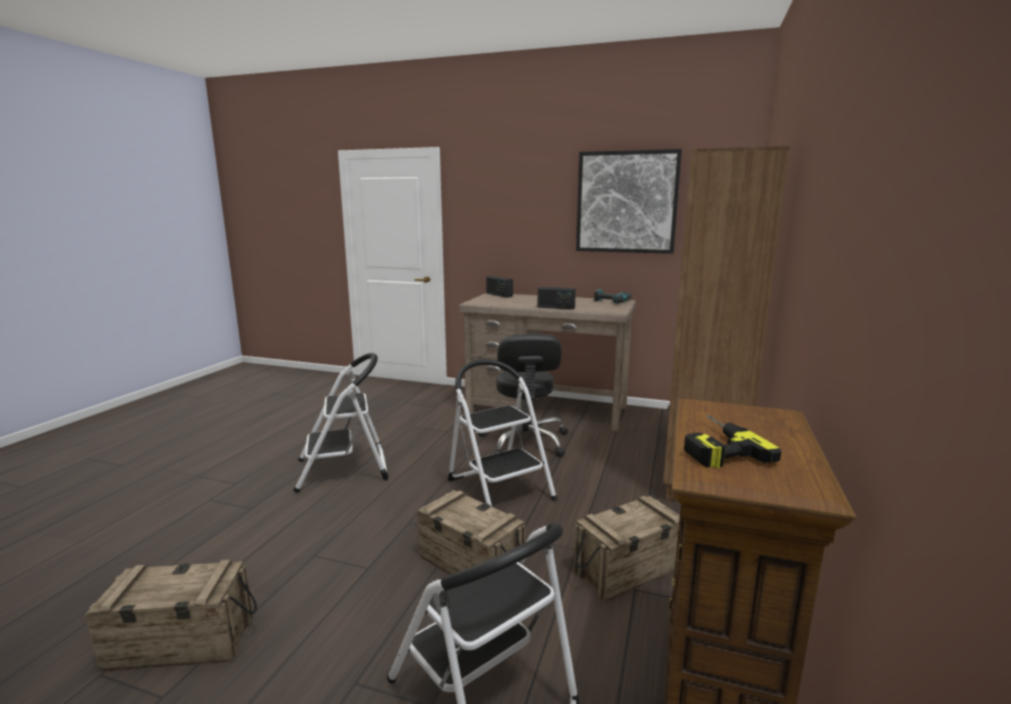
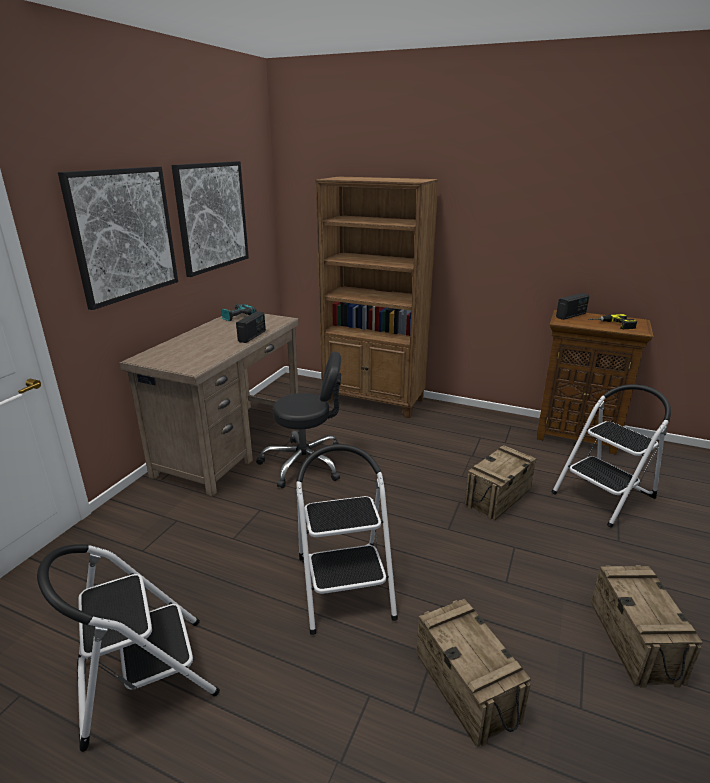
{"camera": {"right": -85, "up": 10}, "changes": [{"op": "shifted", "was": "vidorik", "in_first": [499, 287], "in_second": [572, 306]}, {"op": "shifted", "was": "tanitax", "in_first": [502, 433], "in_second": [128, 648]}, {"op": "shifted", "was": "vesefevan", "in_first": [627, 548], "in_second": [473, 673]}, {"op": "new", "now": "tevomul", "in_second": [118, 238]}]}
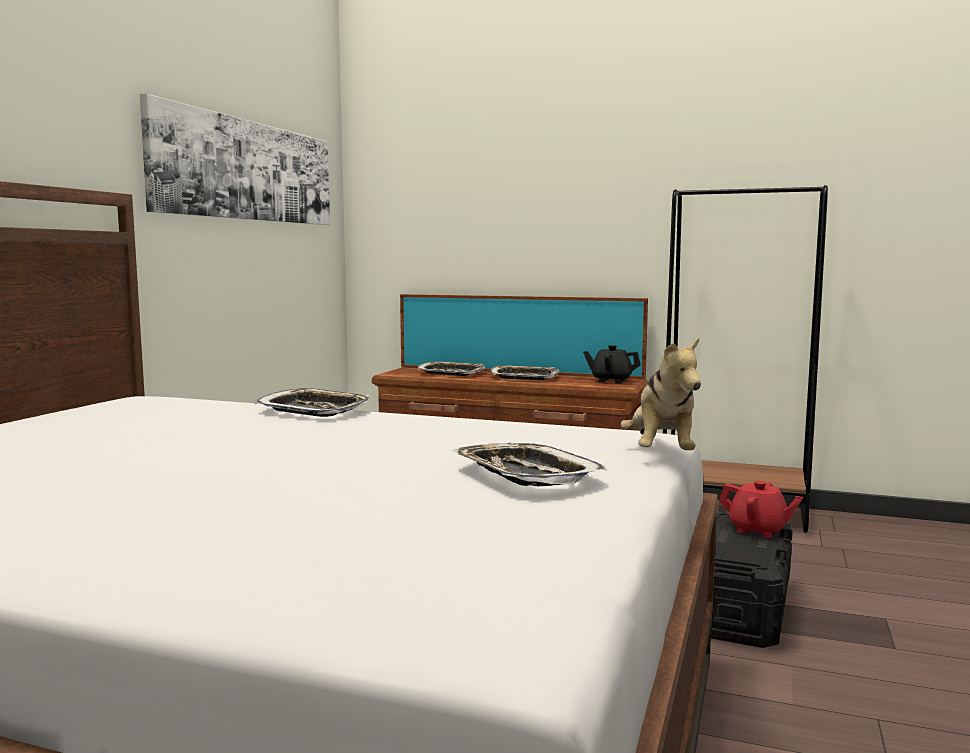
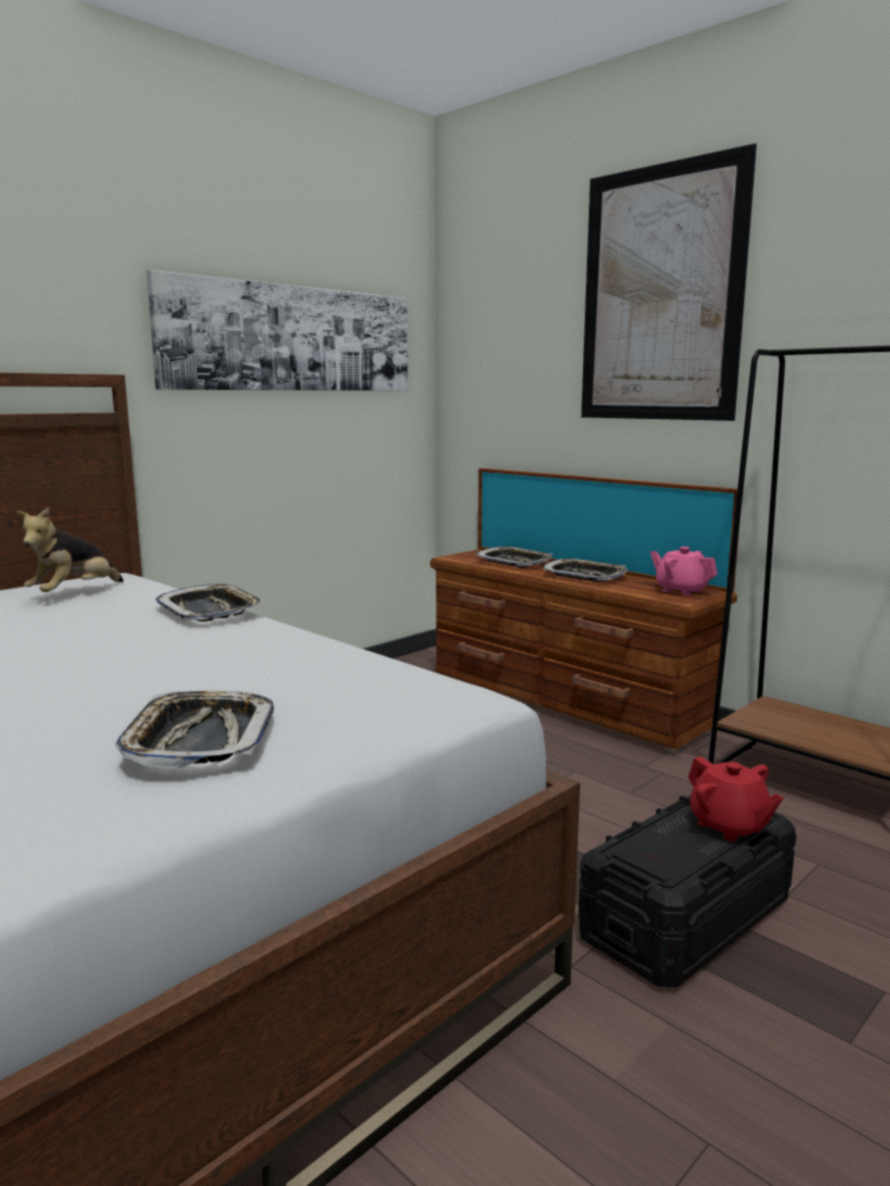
{"camera": {"right": 25, "up": 5}, "changes": [{"op": "shifted", "was": "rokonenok", "in_first": [661, 394], "in_second": [70, 549]}, {"op": "repainted", "was": "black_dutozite", "now": "pink_dutozite", "in_first": [612, 364], "in_second": [683, 571]}, {"op": "new", "now": "tevomul", "in_second": [669, 282]}]}
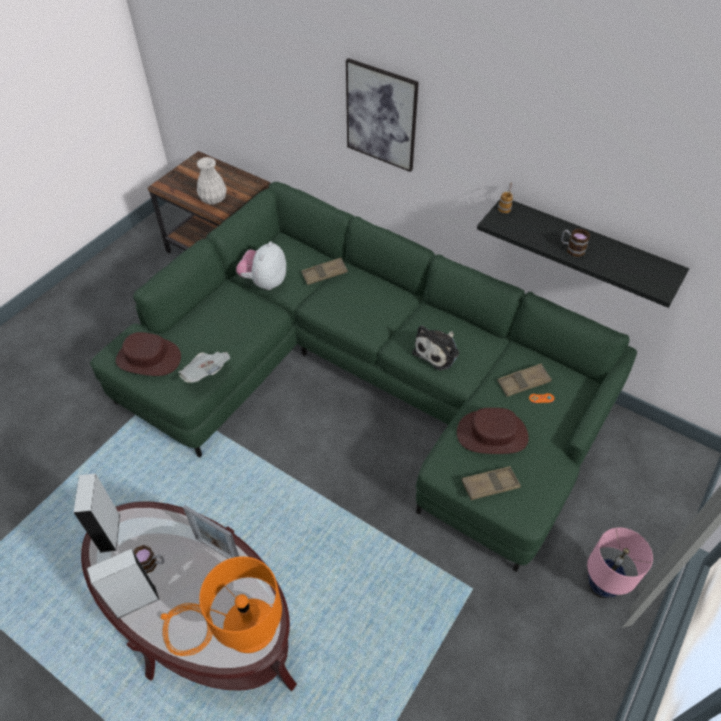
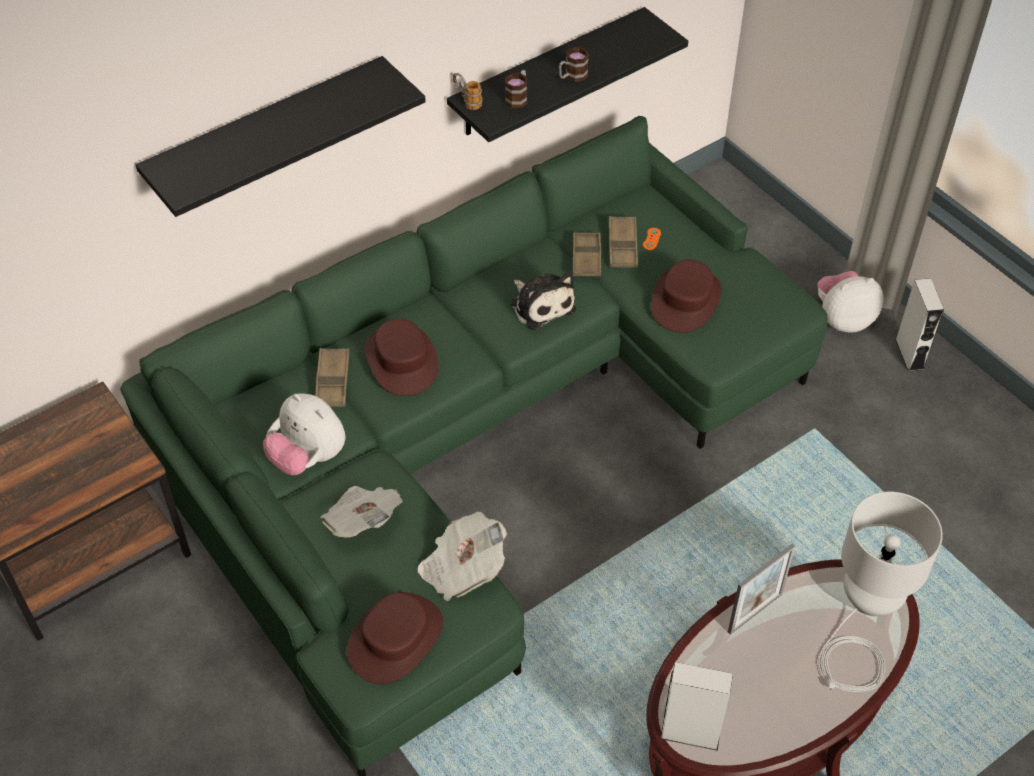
{"camera": {"right": -70, "up": 0}, "changes": [{"op": "swapped", "was": "tevomul", "now": "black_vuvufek", "in_first": [382, 115], "in_second": [280, 136]}, {"op": "gone", "was": "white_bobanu", "in_first": [212, 180]}, {"op": "shifted", "was": "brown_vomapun", "in_first": [491, 483], "in_second": [587, 254]}, {"op": "swapped", "was": "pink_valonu", "now": "rokonenok", "in_first": [620, 562], "in_second": [850, 302]}, {"op": "shifted", "was": "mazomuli", "in_first": [149, 559], "in_second": [516, 89]}, {"op": "shifted", "was": "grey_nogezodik", "in_first": [123, 583], "in_second": [919, 324]}, {"op": "repainted", "was": "orange_valonu", "now": "grey_valonu", "in_first": [221, 606], "in_second": [880, 592]}, {"op": "new", "now": "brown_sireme", "in_second": [401, 357]}, {"op": "new", "now": "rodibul", "in_second": [361, 511]}]}
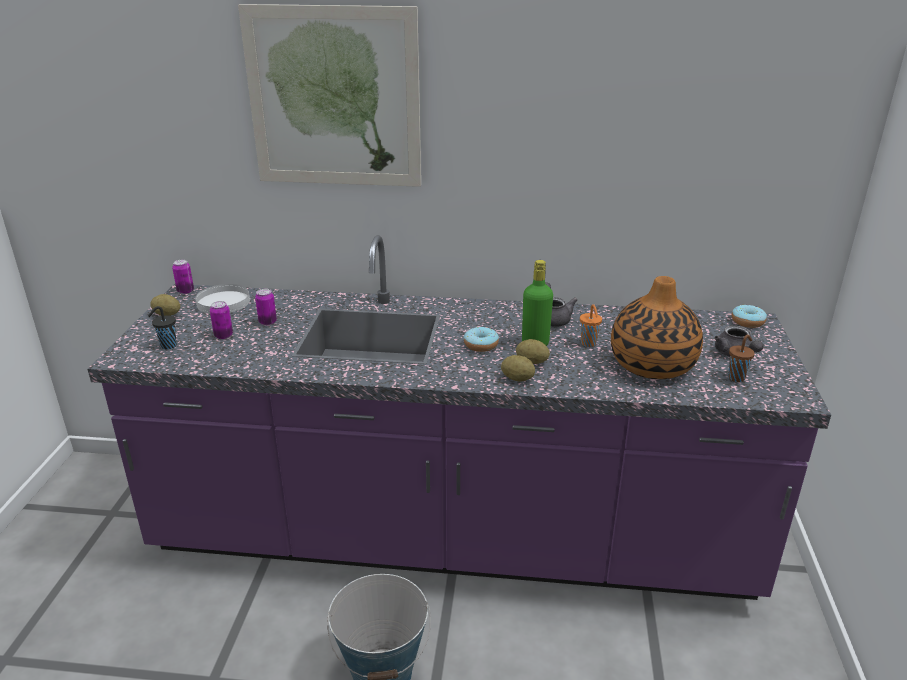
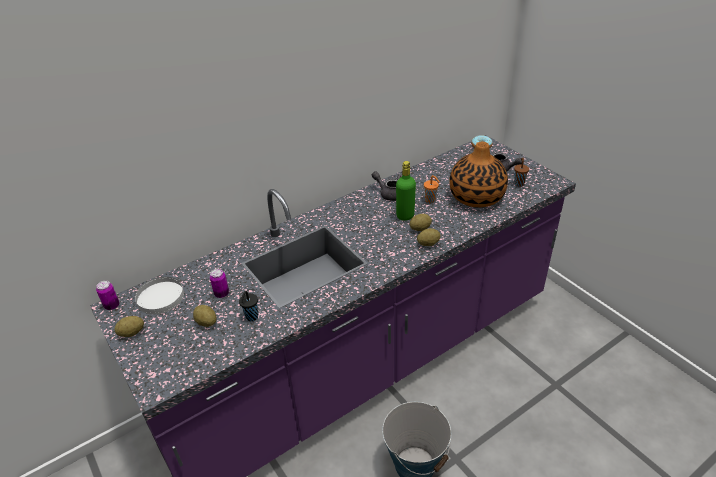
{"camera": {"right": -40, "up": 10}, "changes": [{"op": "gone", "was": "tevomul", "in_first": [329, 95]}, {"op": "swapped", "was": "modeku", "now": "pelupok", "in_first": [221, 320], "in_second": [205, 316]}, {"op": "shifted", "was": "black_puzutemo", "in_first": [162, 328], "in_second": [248, 306]}, {"op": "gone", "was": "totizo", "in_first": [481, 339]}]}
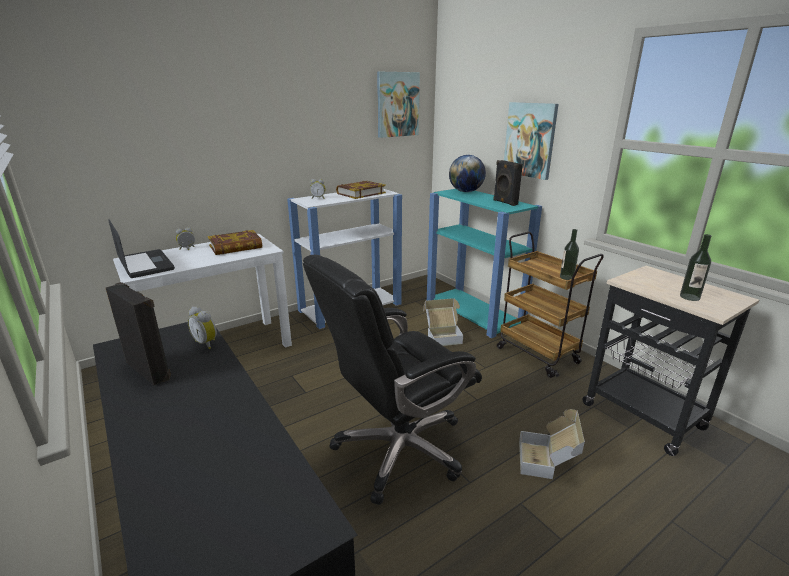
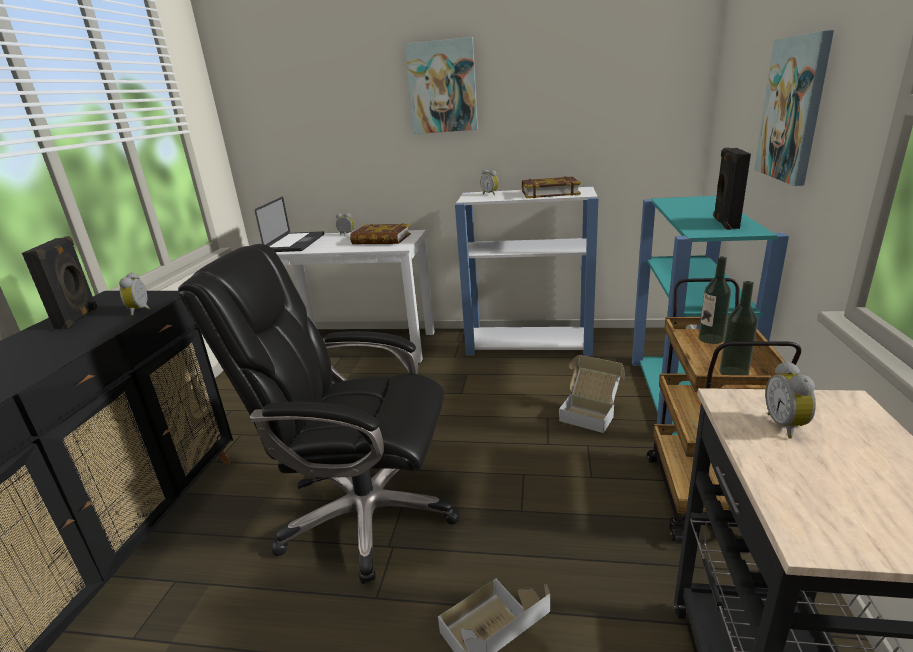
{"camera": {"right": 45, "up": 0}, "changes": [{"op": "shifted", "was": "tevomul", "in_first": [398, 105], "in_second": [441, 85]}, {"op": "gone", "was": "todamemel", "in_first": [467, 173]}, {"op": "shifted", "was": "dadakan", "in_first": [696, 267], "in_second": [715, 300]}, {"op": "new", "now": "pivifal", "in_second": [790, 400]}]}
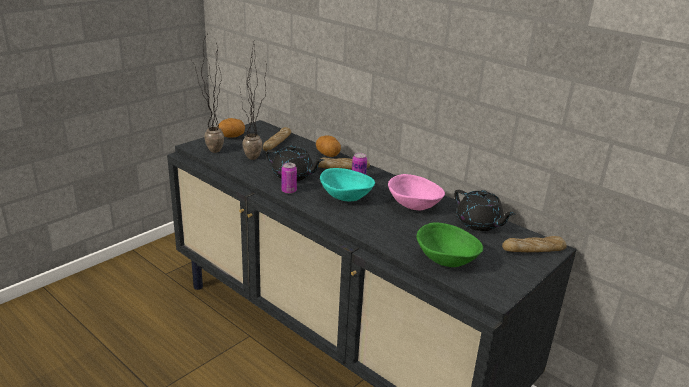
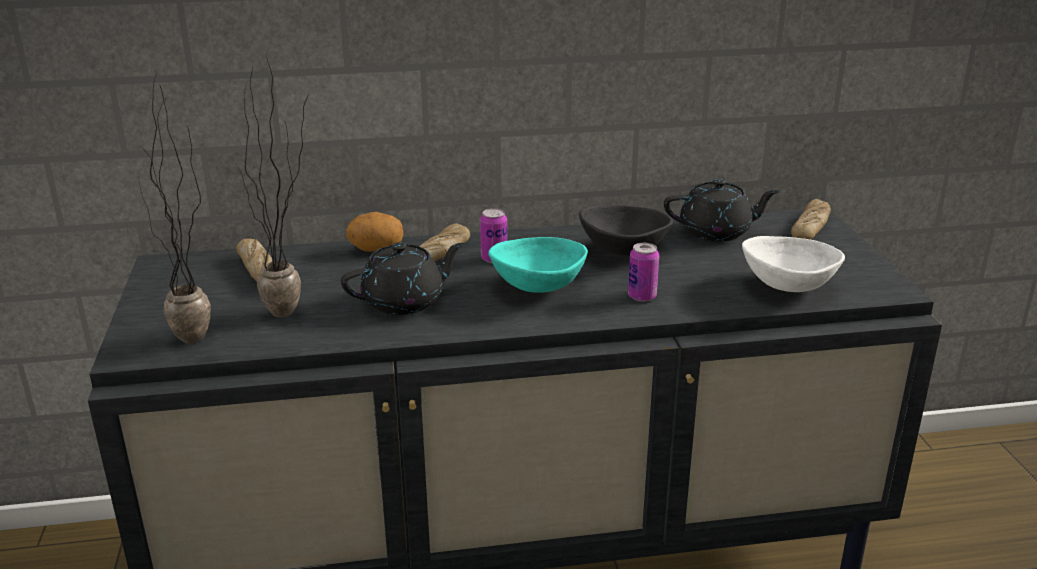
{"camera": {"right": -50, "up": 0}, "changes": [{"op": "gone", "was": "pelupok", "in_first": [231, 128]}, {"op": "shifted", "was": "modeku", "in_first": [289, 178], "in_second": [643, 272]}, {"op": "repainted", "was": "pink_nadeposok", "now": "black_nadeposok", "in_first": [416, 192], "in_second": [626, 230]}, {"op": "repainted", "was": "green_nadeposok", "now": "white_nadeposok", "in_first": [449, 244], "in_second": [793, 264]}]}
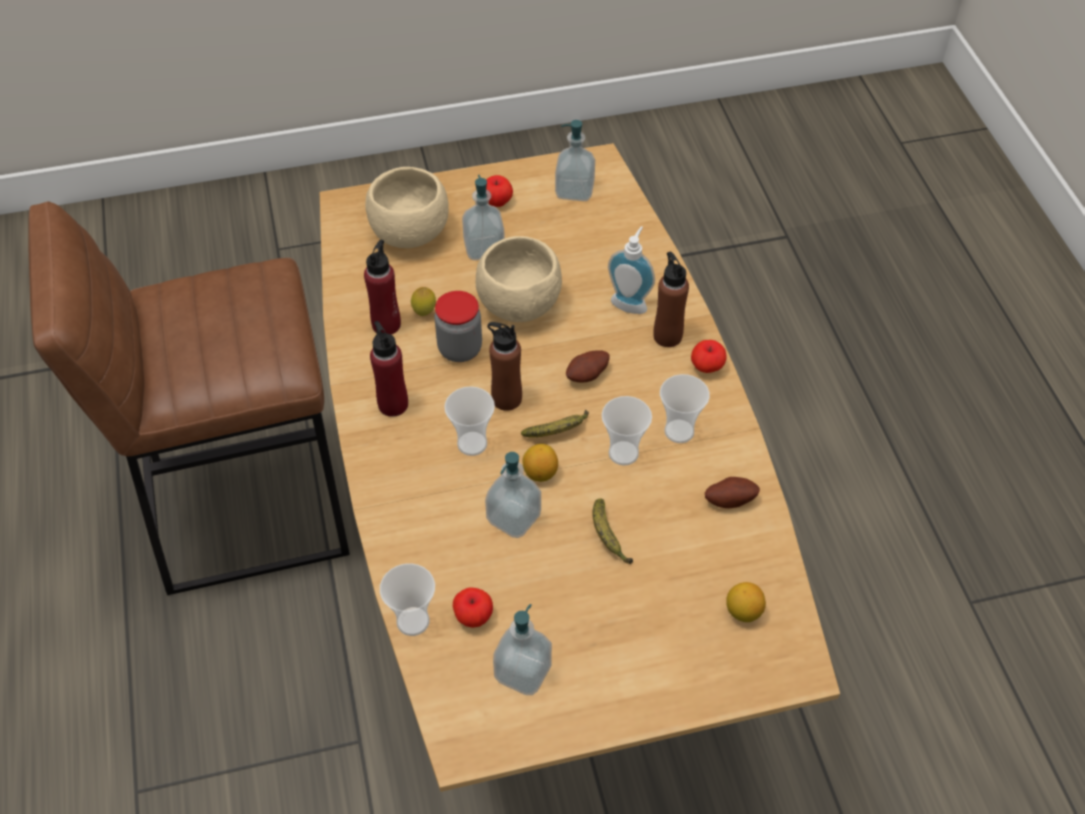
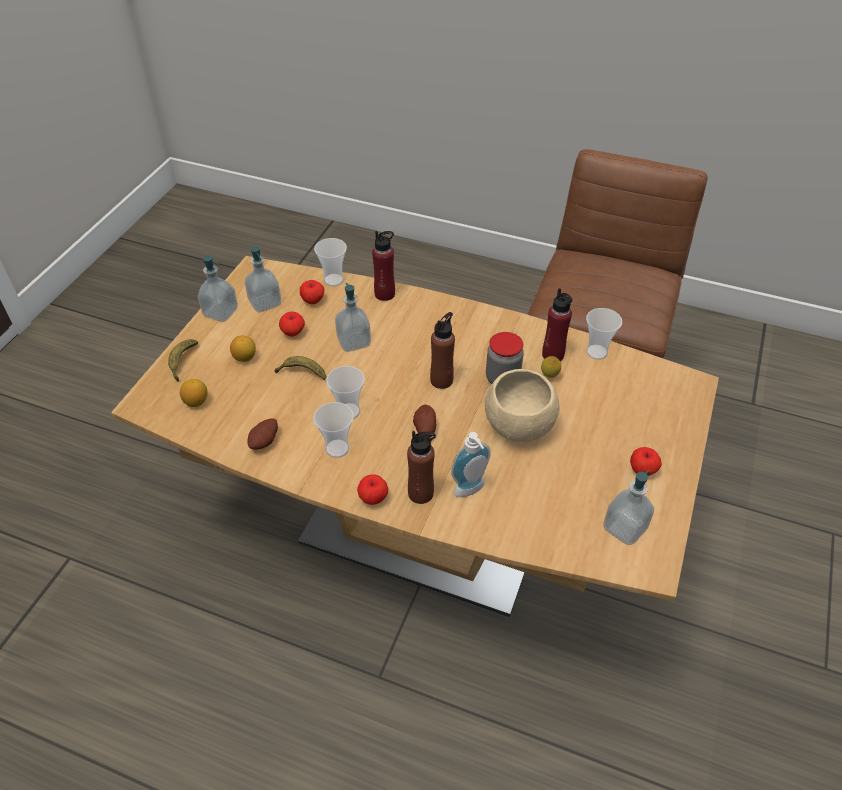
{"camera": {"right": 125, "up": -5}, "changes": [{"op": "gone", "was": "beige_nadeposok", "in_first": [407, 207]}, {"op": "shifted", "was": "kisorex", "in_first": [483, 217], "in_second": [218, 289]}, {"op": "shifted", "was": "red_dadakan", "in_first": [389, 369], "in_second": [383, 266]}, {"op": "shifted", "was": "puzutemo", "in_first": [469, 421], "in_second": [604, 334]}, {"op": "shifted", "was": "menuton", "in_first": [555, 423], "in_second": [183, 360]}, {"op": "shifted", "was": "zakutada", "in_first": [540, 463], "in_second": [243, 348]}, {"op": "new", "now": "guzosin", "in_second": [292, 324]}]}
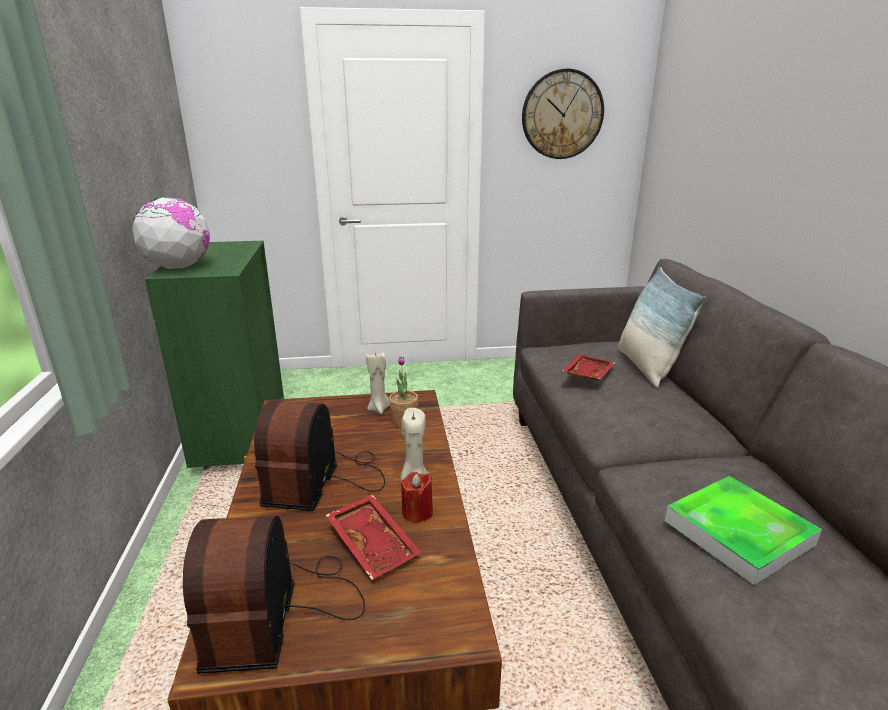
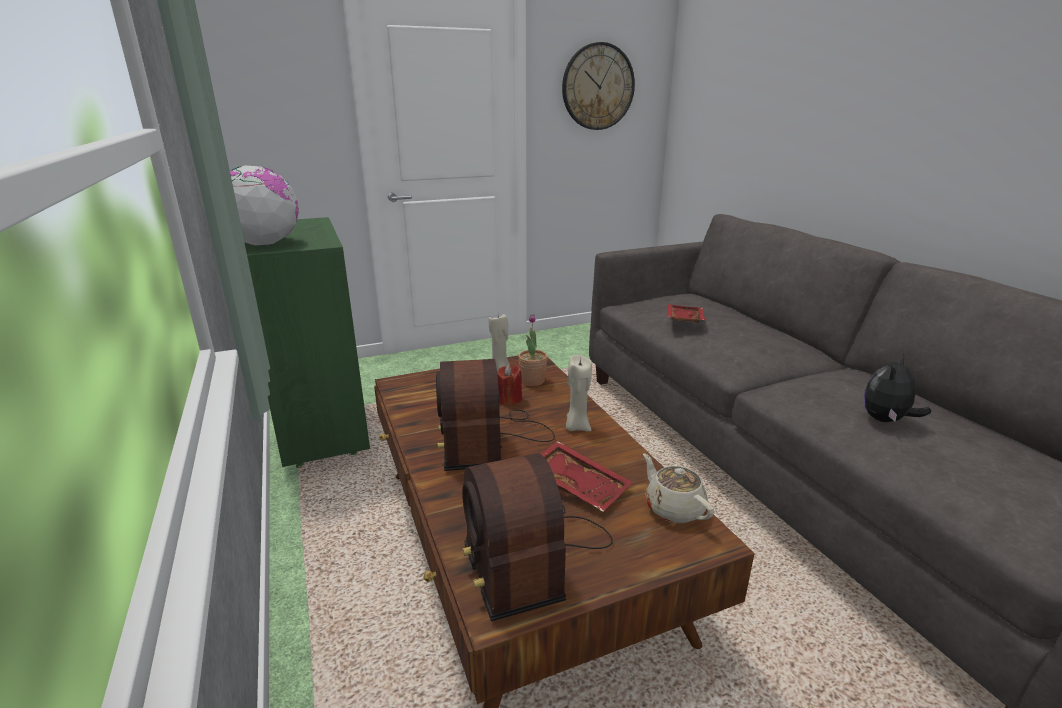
{"camera": {"right": -15, "up": 0}, "changes": [{"op": "gone", "was": "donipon", "in_first": [662, 327]}, {"op": "shifted", "was": "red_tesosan", "in_first": [417, 497], "in_second": [509, 385]}, {"op": "swapped", "was": "vomapun", "now": "rokonenok", "in_first": [743, 530], "in_second": [897, 388]}, {"op": "new", "now": "beige_dutozite", "in_second": [678, 488]}]}
